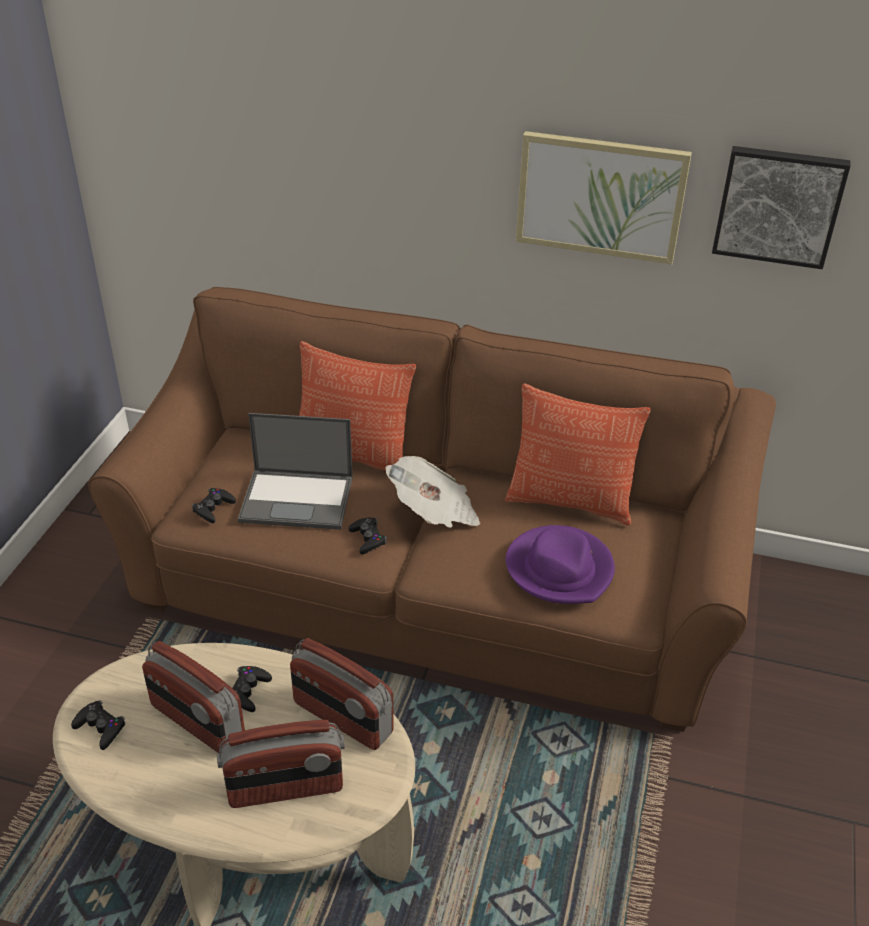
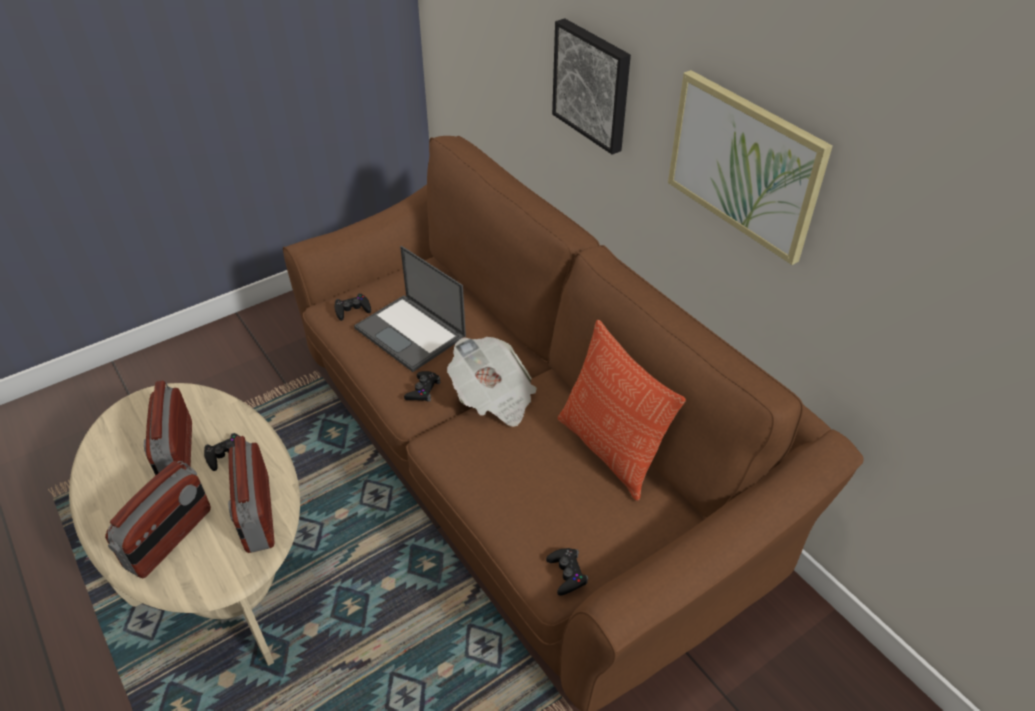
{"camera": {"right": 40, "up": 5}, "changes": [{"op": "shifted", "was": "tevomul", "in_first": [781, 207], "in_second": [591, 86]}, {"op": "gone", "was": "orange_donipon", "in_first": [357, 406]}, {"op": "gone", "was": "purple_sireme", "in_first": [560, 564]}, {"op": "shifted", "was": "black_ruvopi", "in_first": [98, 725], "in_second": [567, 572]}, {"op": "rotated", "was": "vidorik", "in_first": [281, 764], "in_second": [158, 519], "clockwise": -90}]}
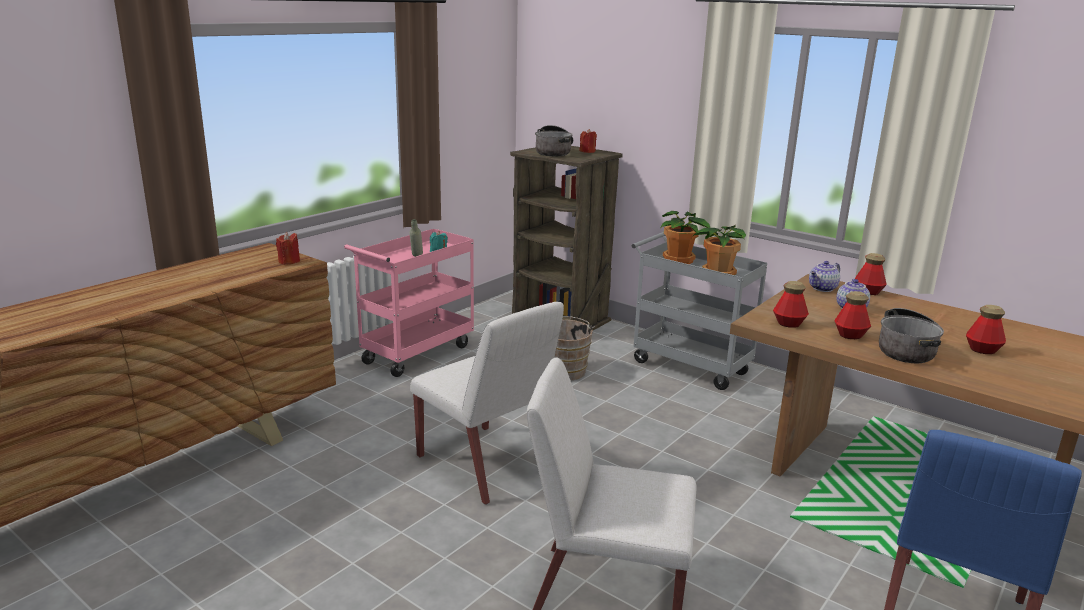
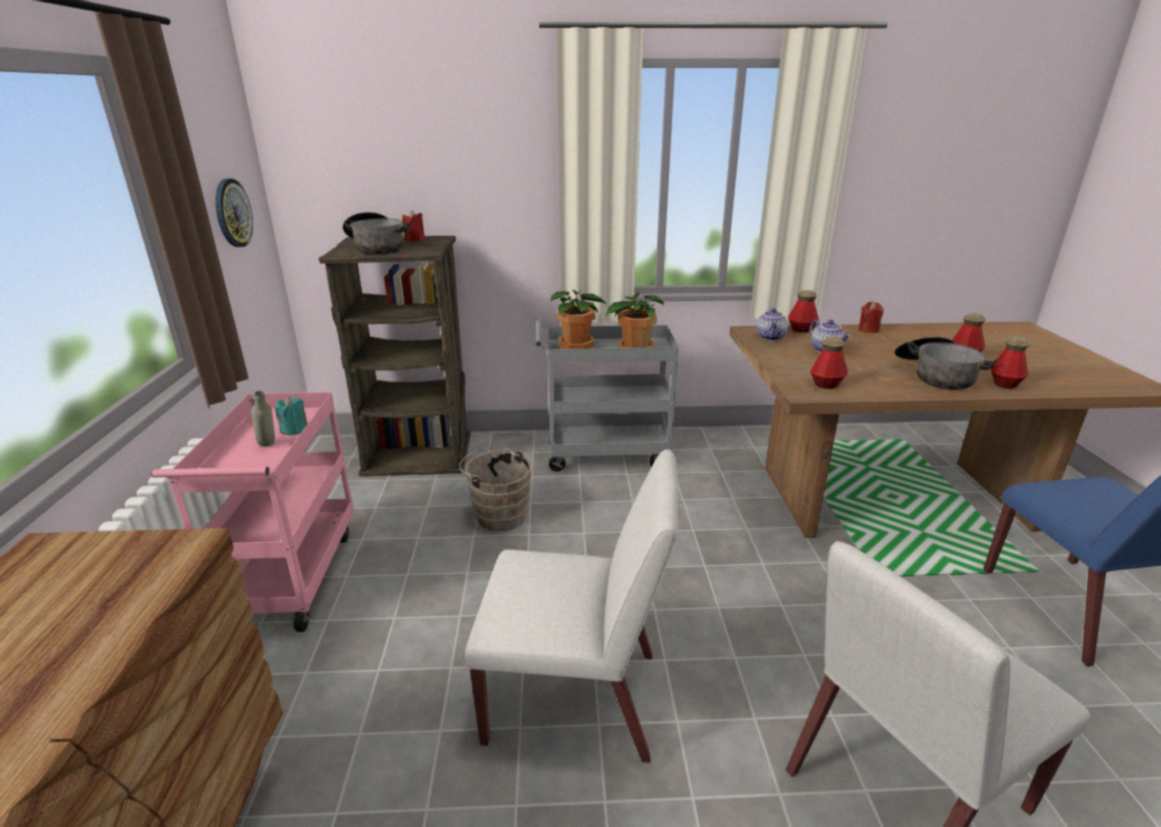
{"camera": {"right": -40, "up": 5}, "changes": [{"op": "shifted", "was": "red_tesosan", "in_first": [288, 248], "in_second": [870, 317]}, {"op": "shifted", "was": "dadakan", "in_first": [852, 315], "in_second": [1010, 362]}, {"op": "new", "now": "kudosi", "in_second": [234, 212]}]}
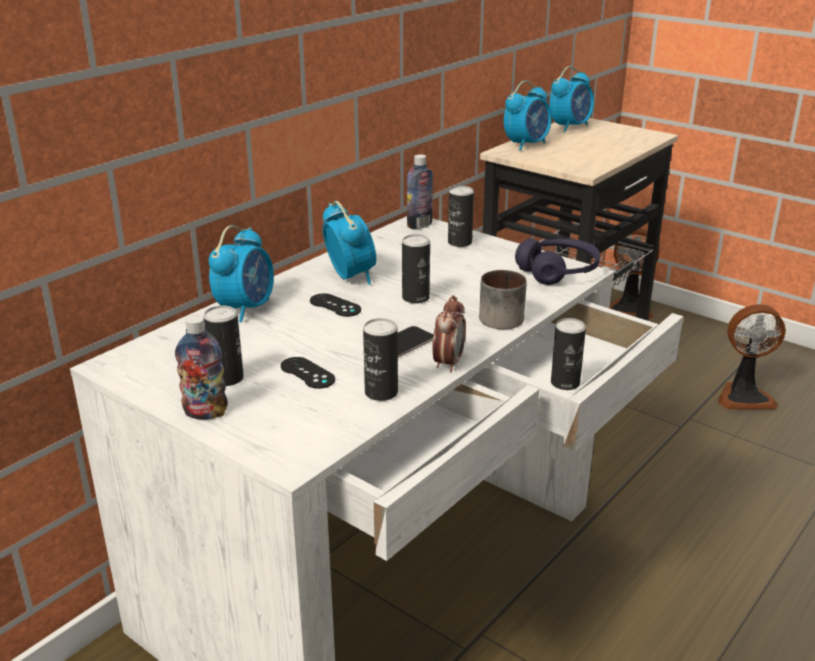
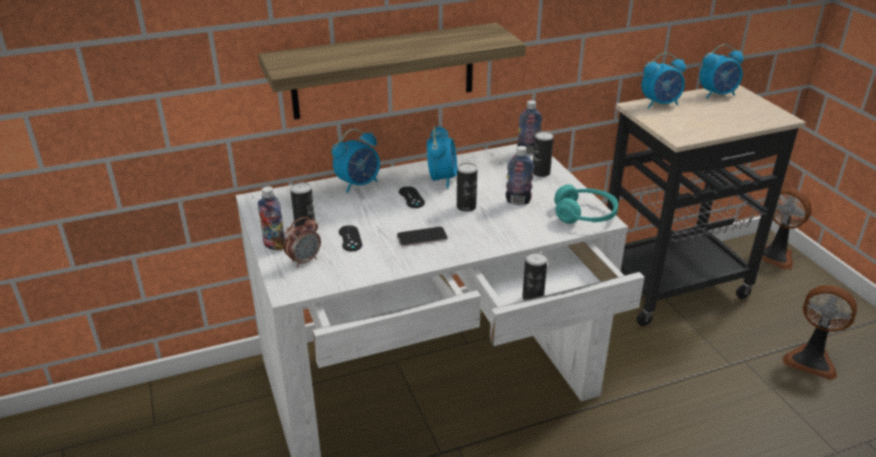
{"camera": {"right": 30, "up": 5}, "changes": [{"op": "repainted", "was": "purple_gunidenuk", "now": "turquoise_gunidenuk", "in_first": [557, 261], "in_second": [586, 204]}, {"op": "gone", "was": "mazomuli", "in_first": [503, 299]}, {"op": "shifted", "was": "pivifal", "in_first": [449, 333], "in_second": [302, 242]}, {"op": "gone", "was": "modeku", "in_first": [380, 359]}, {"op": "new", "now": "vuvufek", "in_second": [392, 71]}, {"op": "new", "now": "dadakan", "in_second": [520, 175]}]}
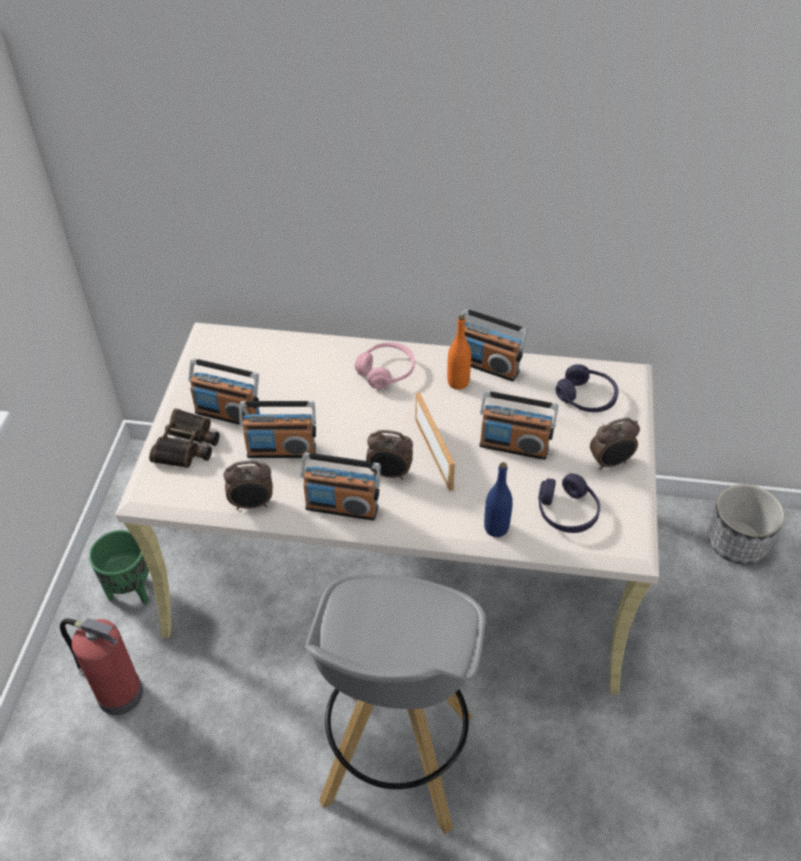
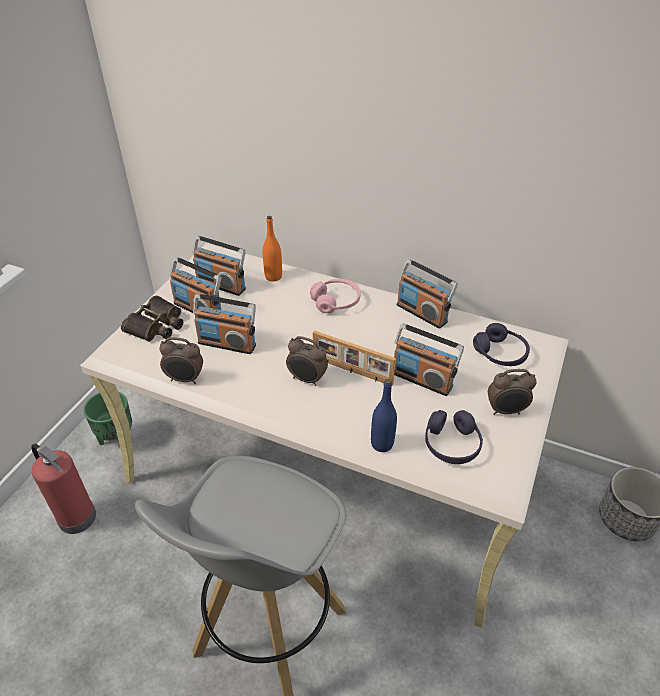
{"camera": {"right": 15, "up": -5}, "changes": [{"op": "shifted", "was": "orange_dadakan", "in_first": [459, 352], "in_second": [272, 249]}, {"op": "rotated", "was": "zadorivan", "in_first": [435, 441], "in_second": [354, 357], "clockwise": 120}, {"op": "shifted", "was": "vidorik", "in_first": [341, 486], "in_second": [219, 266]}]}
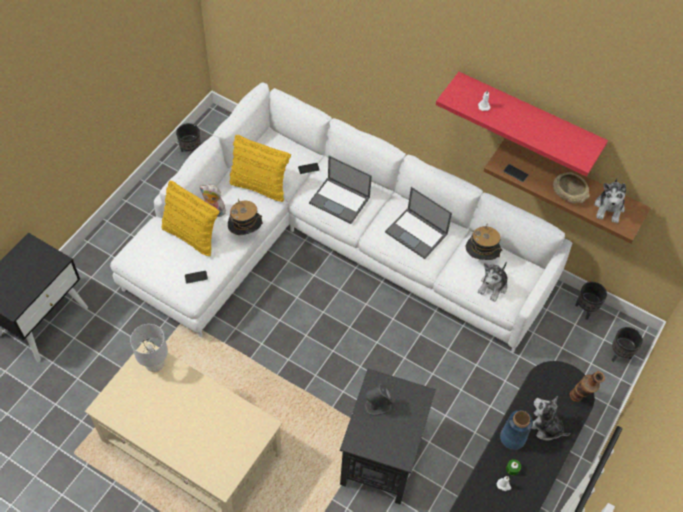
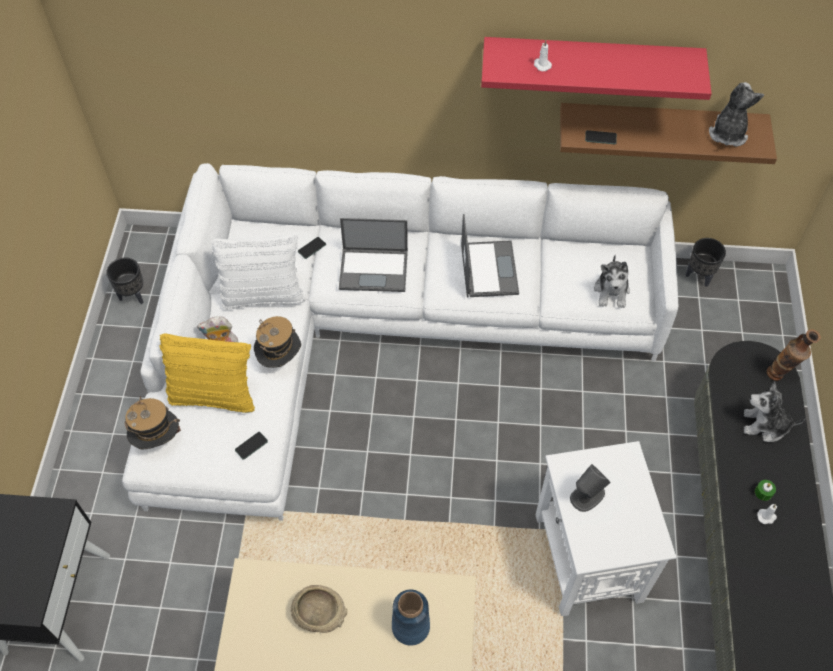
{"camera": {"right": -25, "up": 0}, "changes": [{"op": "repainted", "was": "yellow_donipon", "now": "white_donipon", "in_first": [260, 168], "in_second": [258, 272]}, {"op": "shifted", "was": "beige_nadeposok", "in_first": [571, 188], "in_second": [319, 609]}, {"op": "rotated", "was": "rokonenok", "in_first": [610, 201], "in_second": [736, 114], "clockwise": -150}, {"op": "rotated", "was": "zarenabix", "in_first": [418, 223], "in_second": [490, 255], "clockwise": -105}, {"op": "shifted", "was": "sireme", "in_first": [483, 242], "in_second": [152, 422]}, {"op": "gone", "was": "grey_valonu", "in_first": [149, 348]}, {"op": "gone", "was": "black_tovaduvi", "in_first": [627, 344]}, {"op": "repainted", "was": "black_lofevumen", "now": "white_lofevumen", "in_first": [388, 437], "in_second": [606, 528]}, {"op": "shifted", "was": "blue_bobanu", "in_first": [516, 430], "in_second": [411, 618]}]}
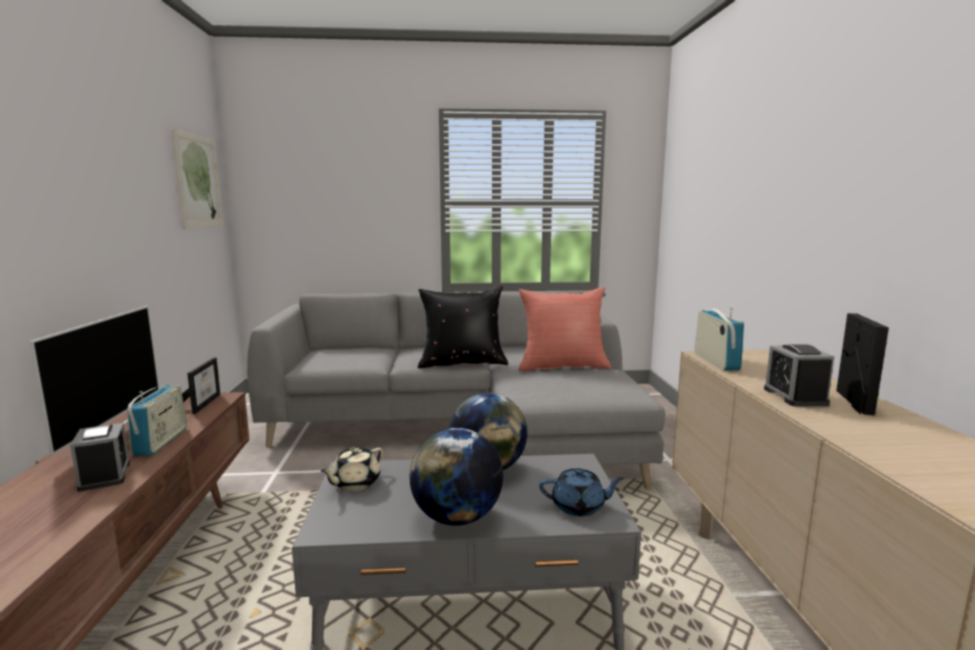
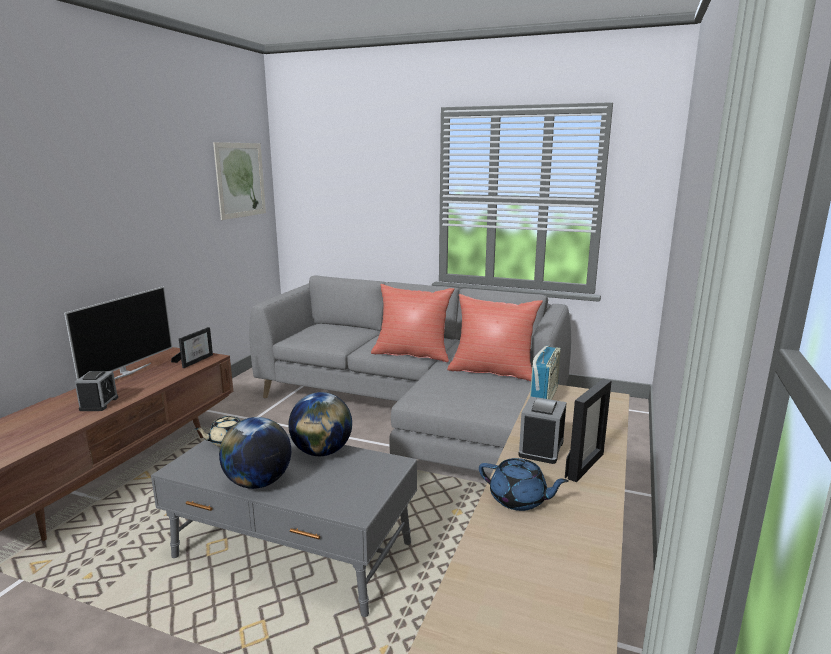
{"camera": {"right": 25, "up": 5}, "changes": [{"op": "repainted", "was": "black_donipon", "now": "red_donipon", "in_first": [463, 327], "in_second": [412, 323]}, {"op": "gone", "was": "vidorik", "in_first": [157, 420]}, {"op": "shifted", "was": "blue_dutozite", "in_first": [581, 492], "in_second": [524, 484]}]}
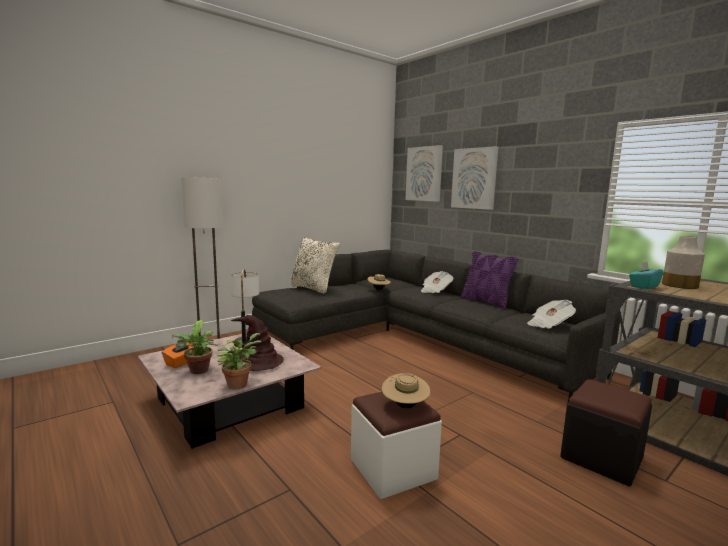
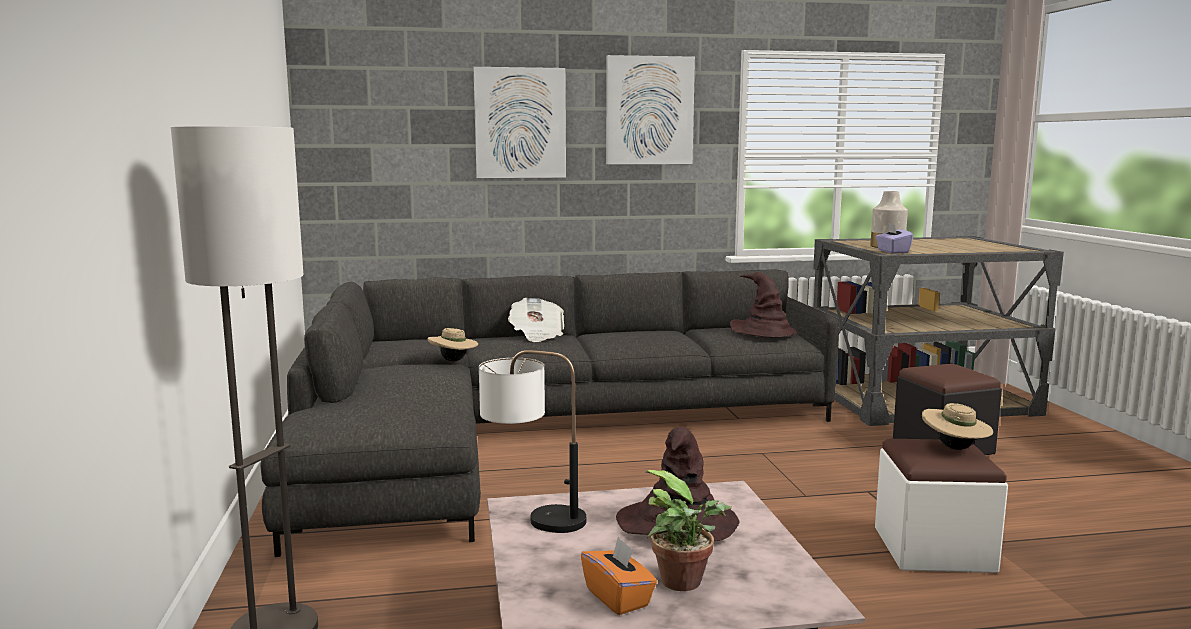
{"camera": {"right": -60, "up": 0}, "changes": [{"op": "shifted", "was": "tevomul", "in_first": [424, 173], "in_second": [650, 109]}, {"op": "gone", "was": "beige_donipon", "in_first": [315, 265]}, {"op": "gone", "was": "purple_donipon", "in_first": [490, 279]}, {"op": "repainted", "was": "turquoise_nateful", "now": "purple_nateful", "in_first": [646, 276], "in_second": [894, 238]}, {"op": "swapped", "was": "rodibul", "now": "brown_sireme", "in_first": [551, 314], "in_second": [763, 304]}, {"op": "gone", "was": "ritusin", "in_first": [239, 361]}]}
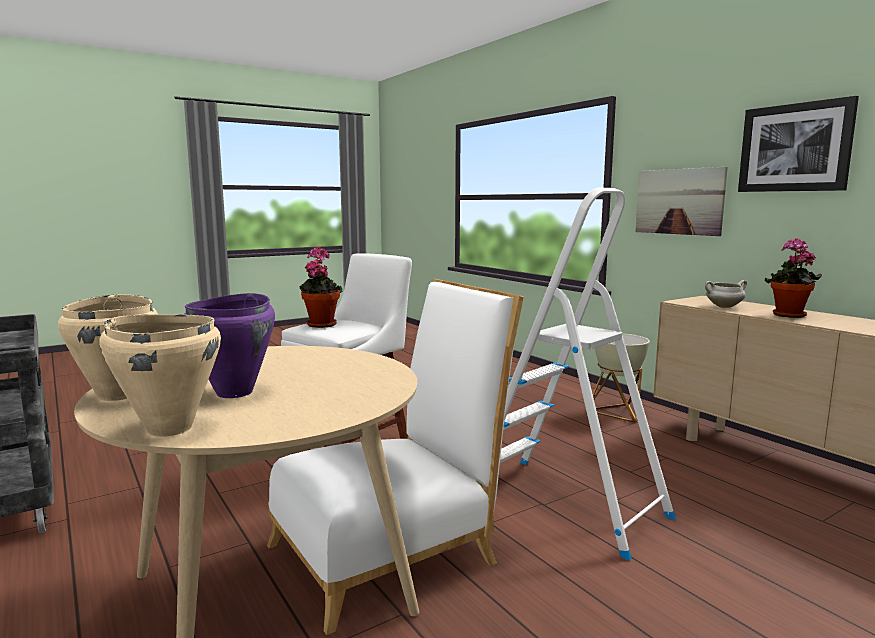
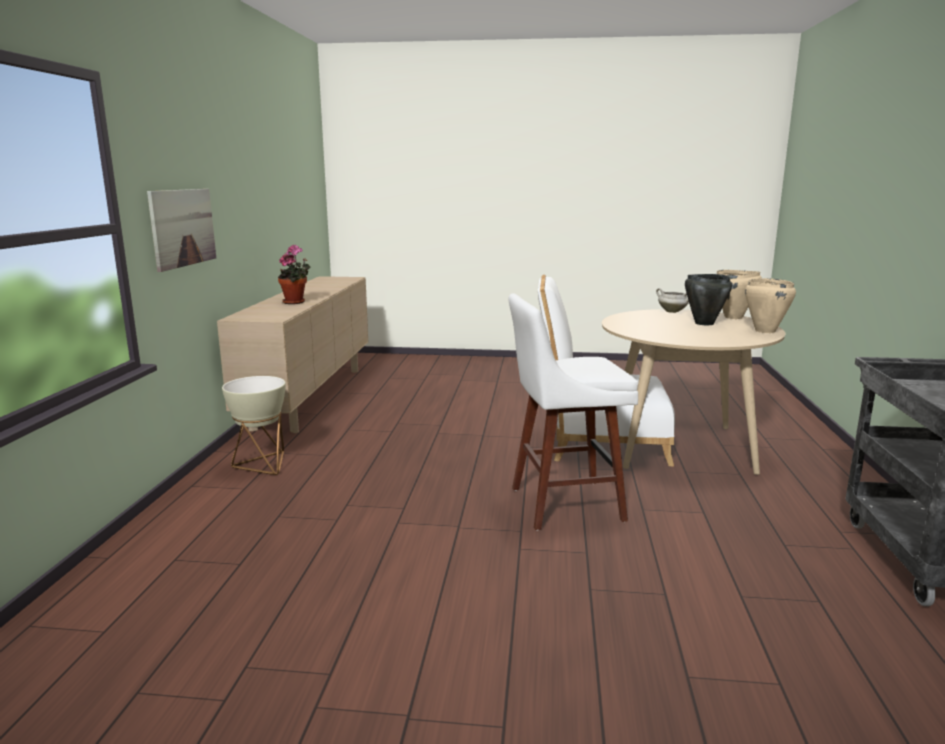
{"camera": {"right": -140, "up": 5}, "changes": [{"op": "gone", "was": "tevomul", "in_first": [798, 144]}, {"op": "gone", "was": "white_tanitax", "in_first": [588, 373]}, {"op": "gone", "was": "ritusin", "in_first": [321, 287]}, {"op": "shifted", "was": "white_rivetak", "in_first": [726, 294], "in_second": [672, 300]}, {"op": "repainted", "was": "purple_rivetak", "now": "black_rivetak", "in_first": [229, 345], "in_second": [708, 299]}]}
